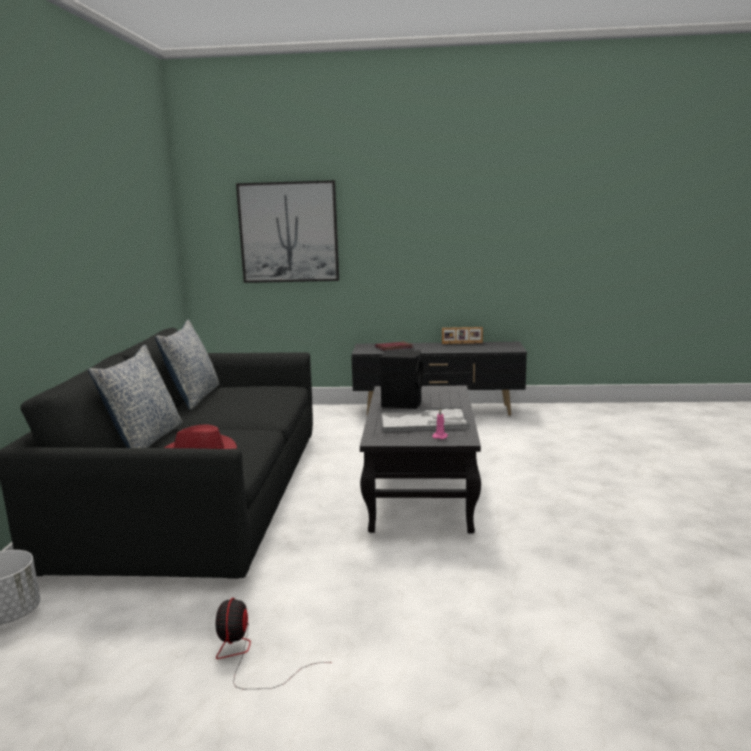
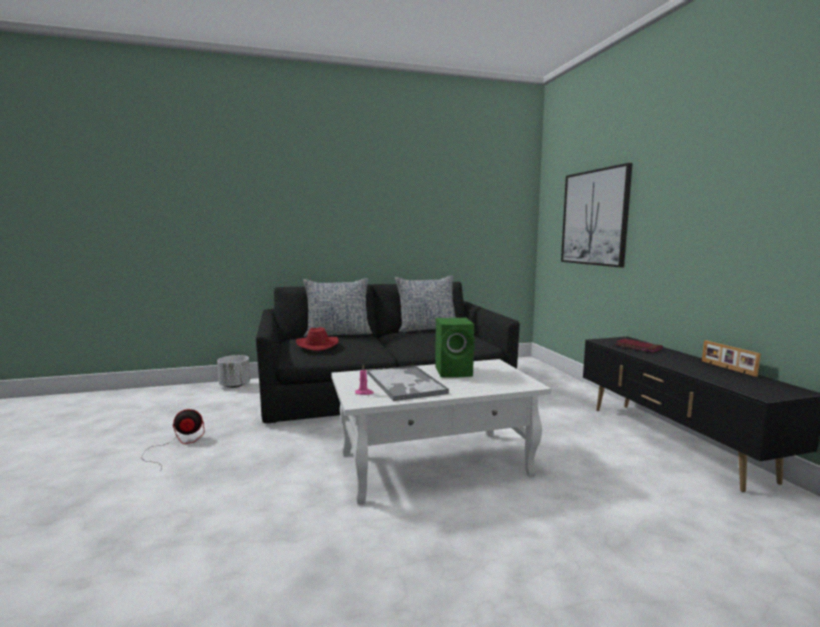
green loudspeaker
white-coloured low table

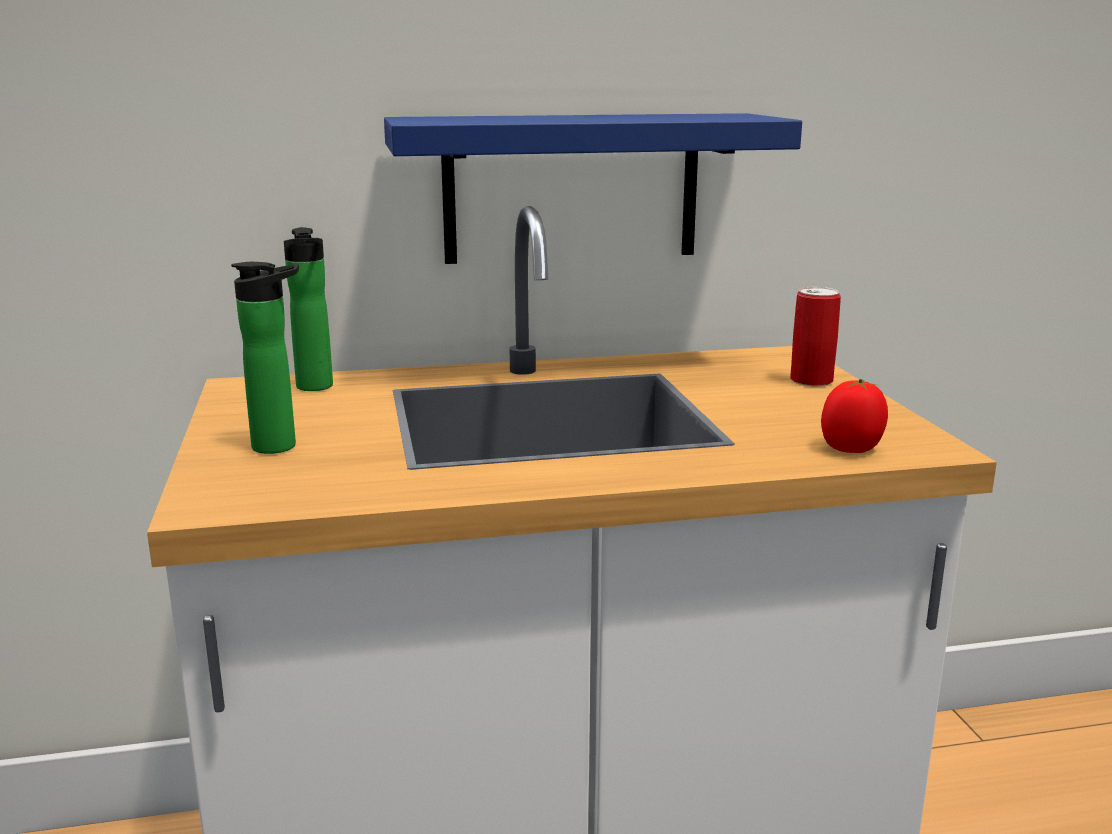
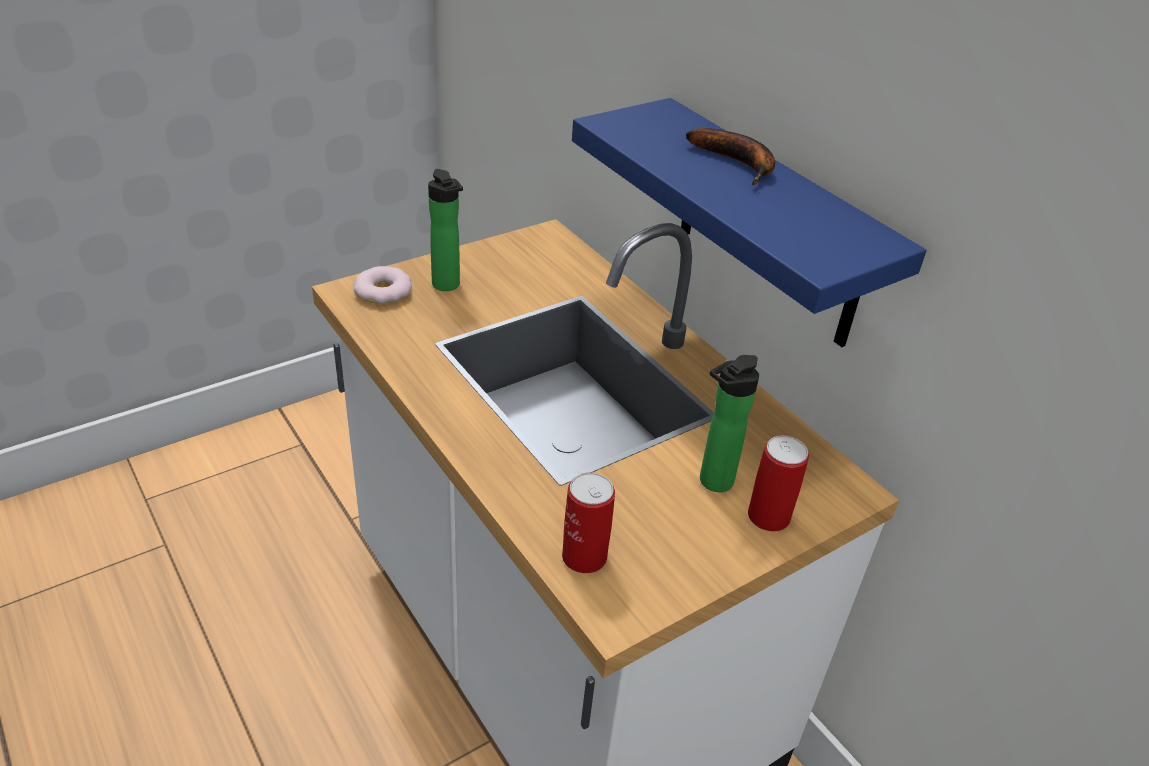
beverage bottle (no. 2 from left)
can (no. 1 from left)
banana
donut

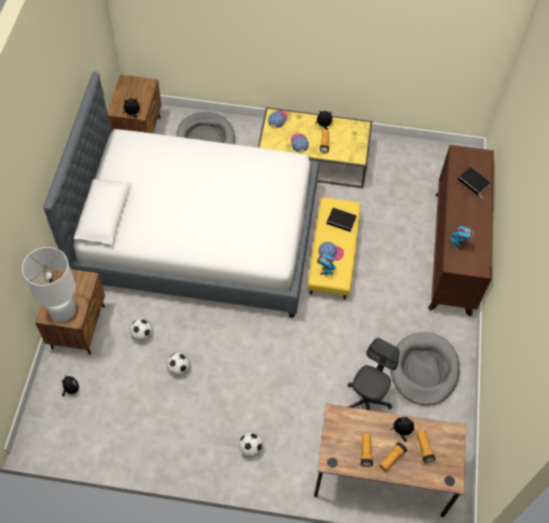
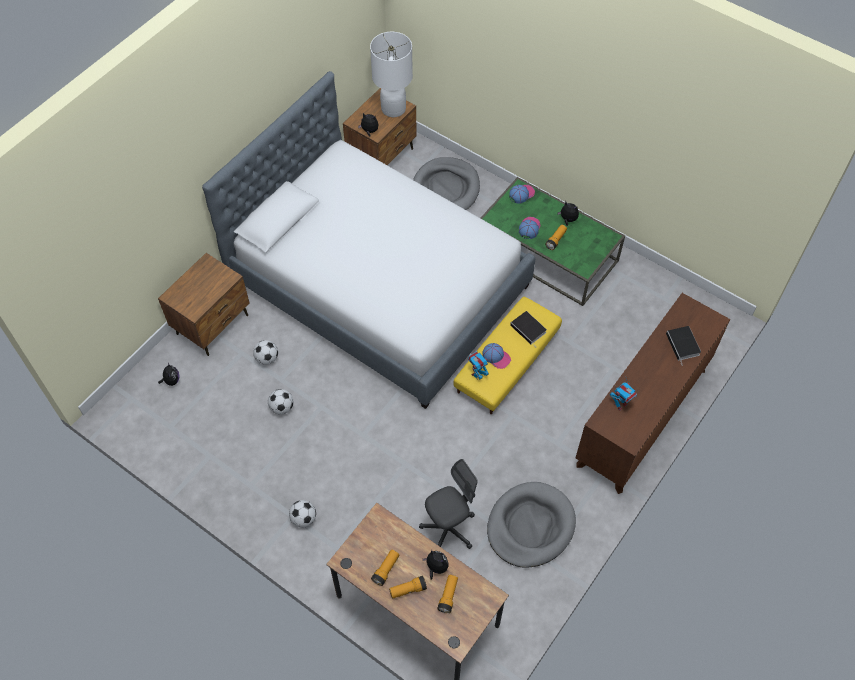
green low table
white-coloured table lamp

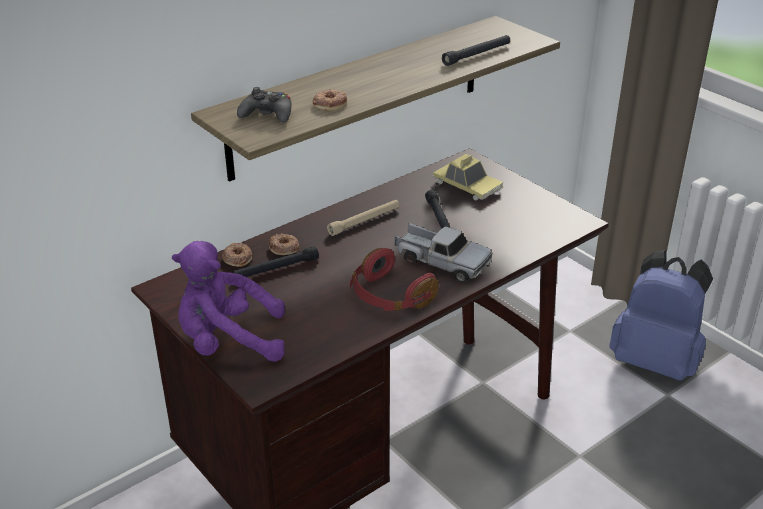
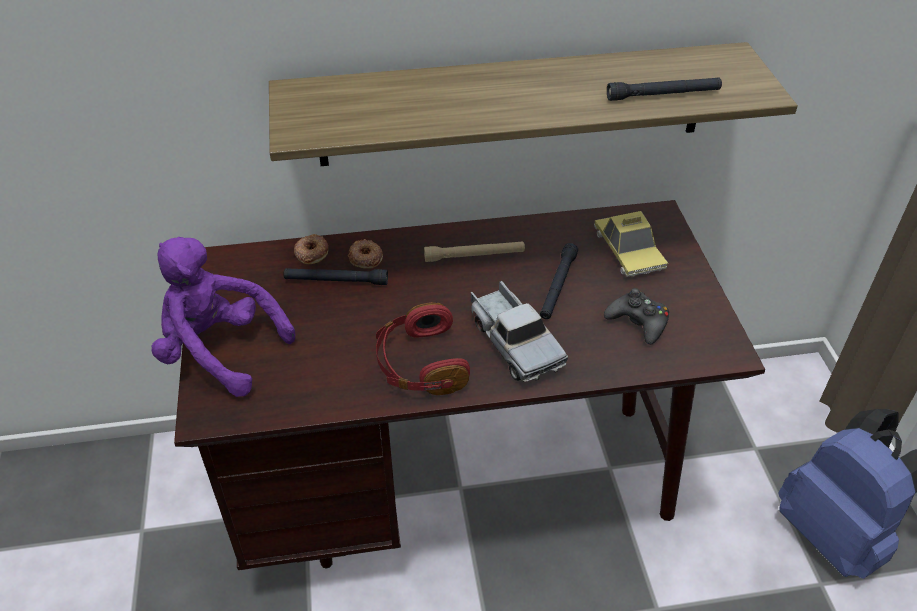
black-coloured game controller
donut (no. 3 from left in the first image)

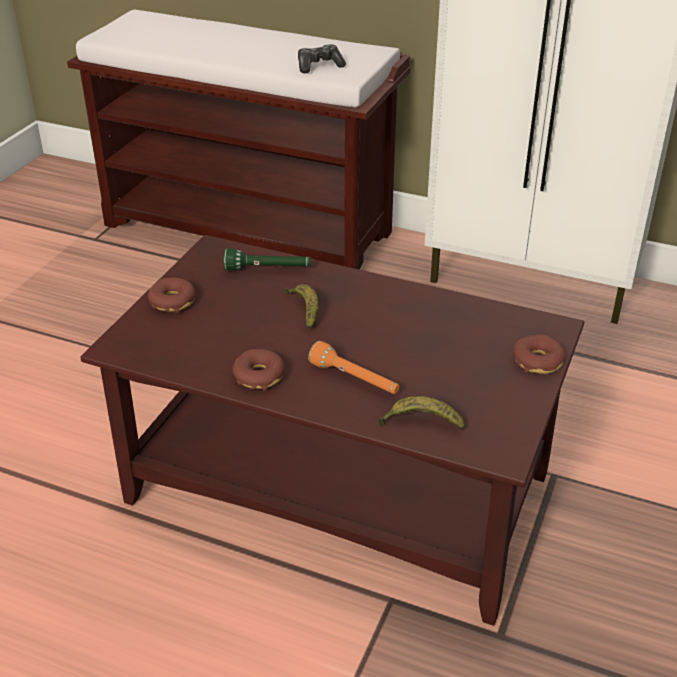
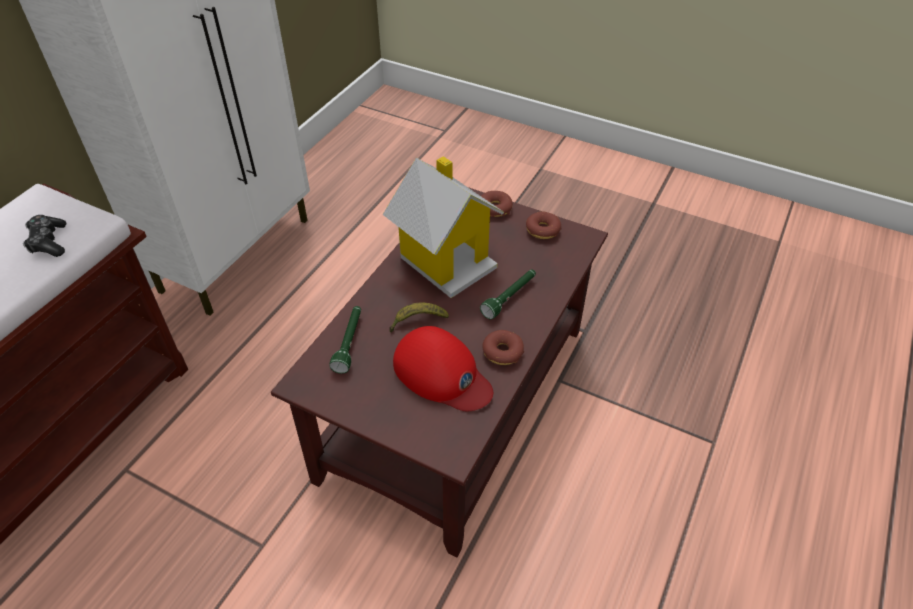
donut (no. 3 from left)
green flashlight (no. 2 from left)
banana (no. 2 from left in the first image)
miniature house
reddish peaked cap

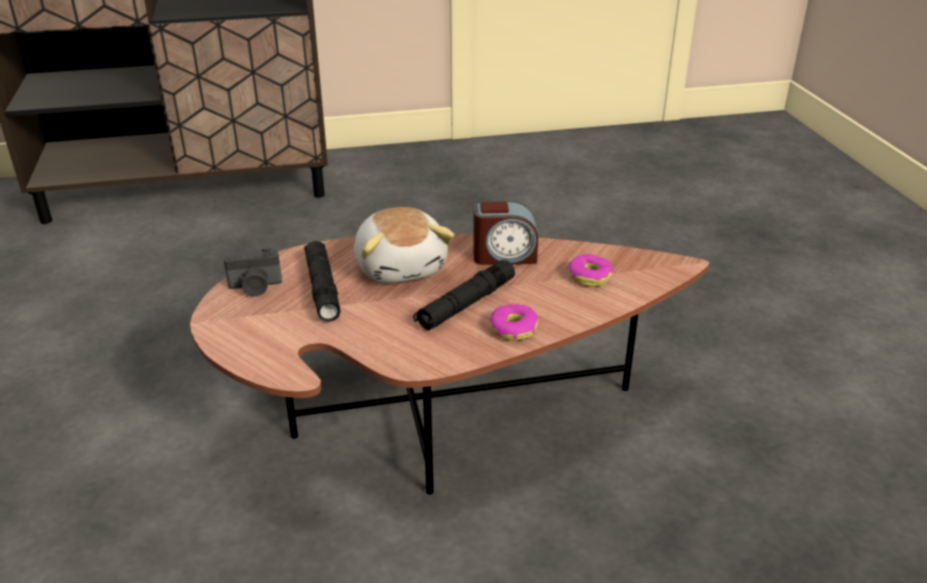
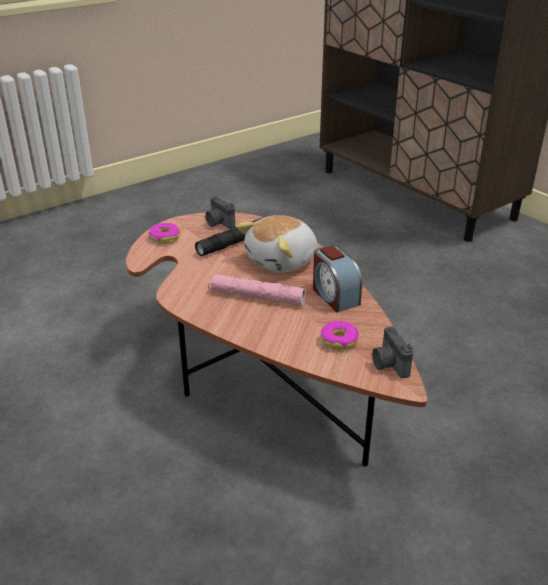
pink flashlight
donut (no. 1 from left)
still camera (no. 2 from left)

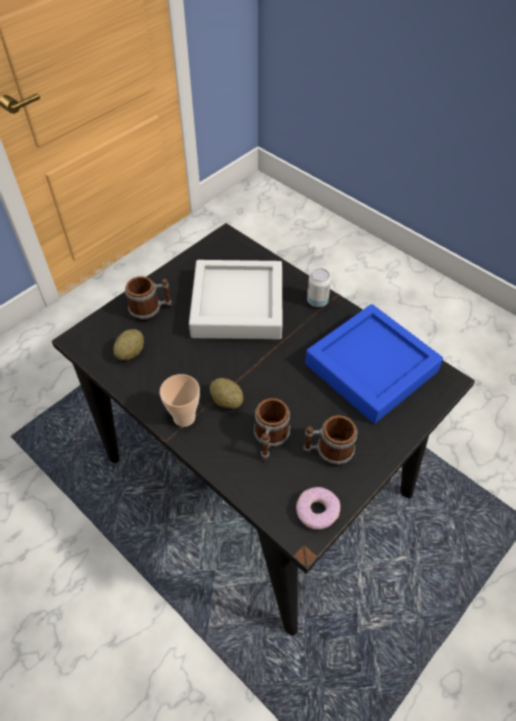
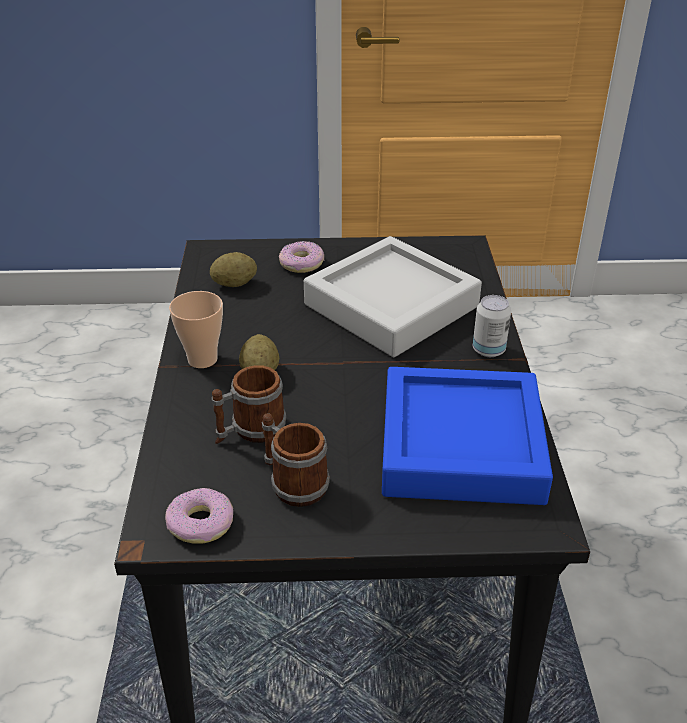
donut (no. 2 from left)

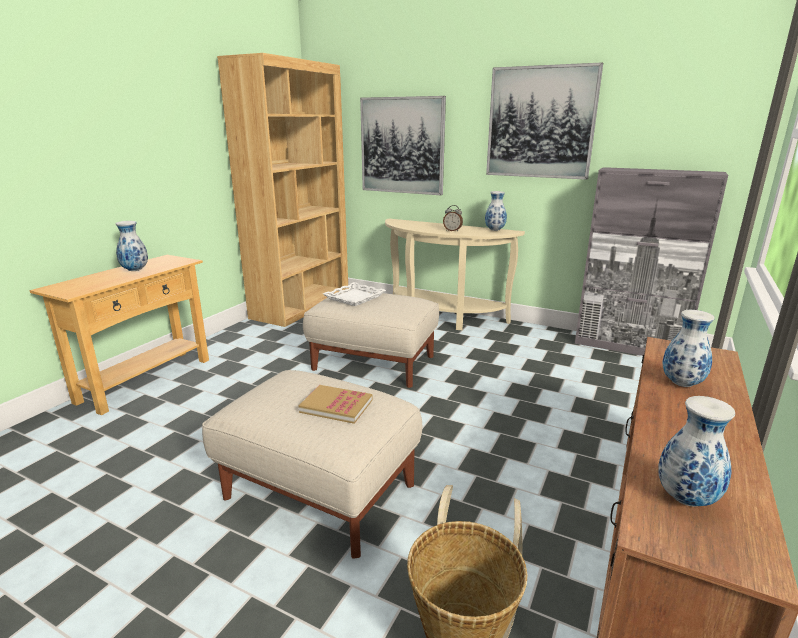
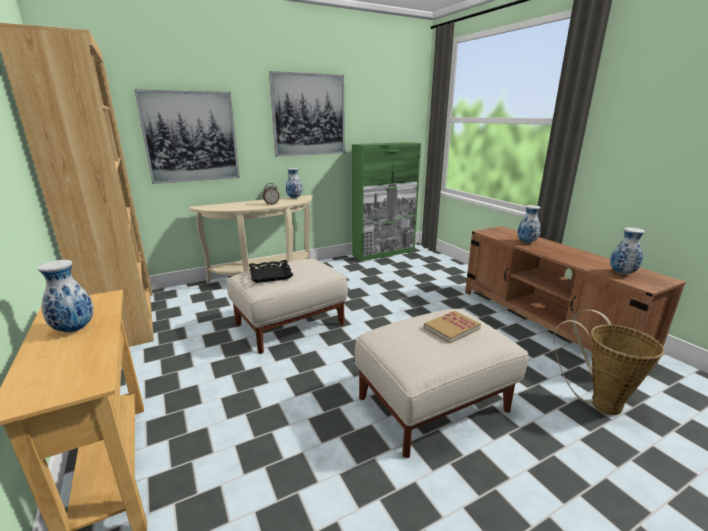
green cupboard
black-coloured serving tray

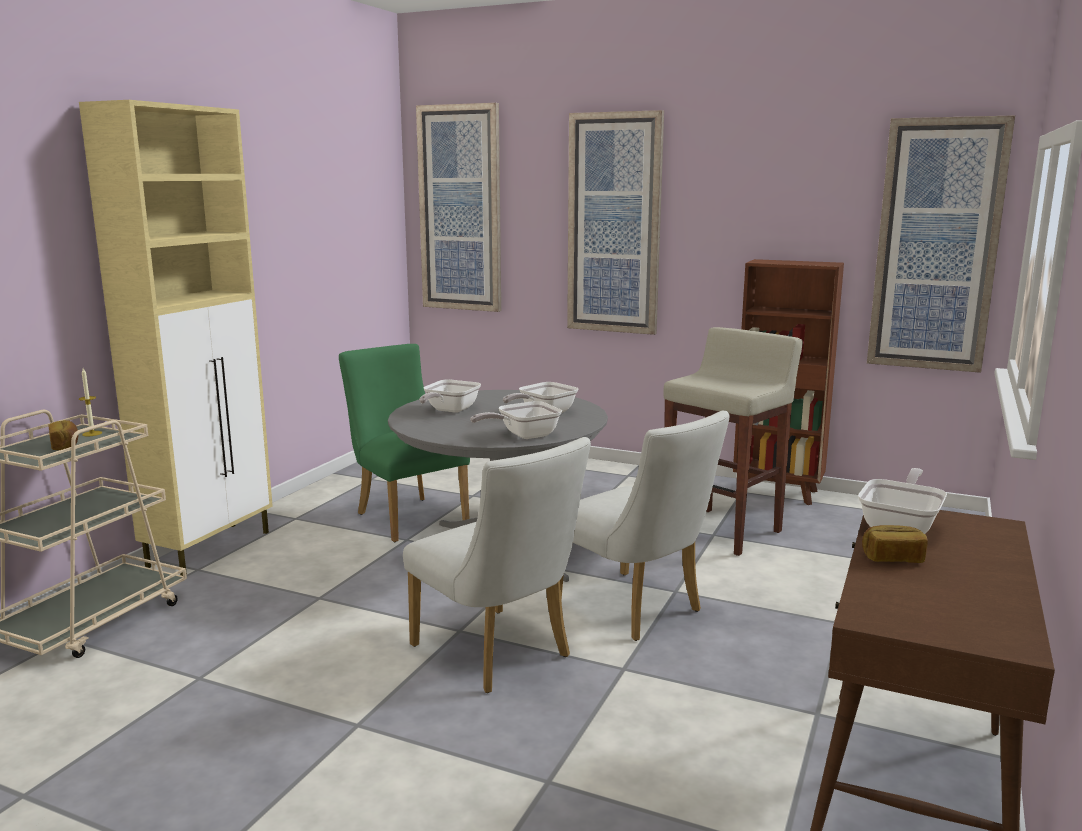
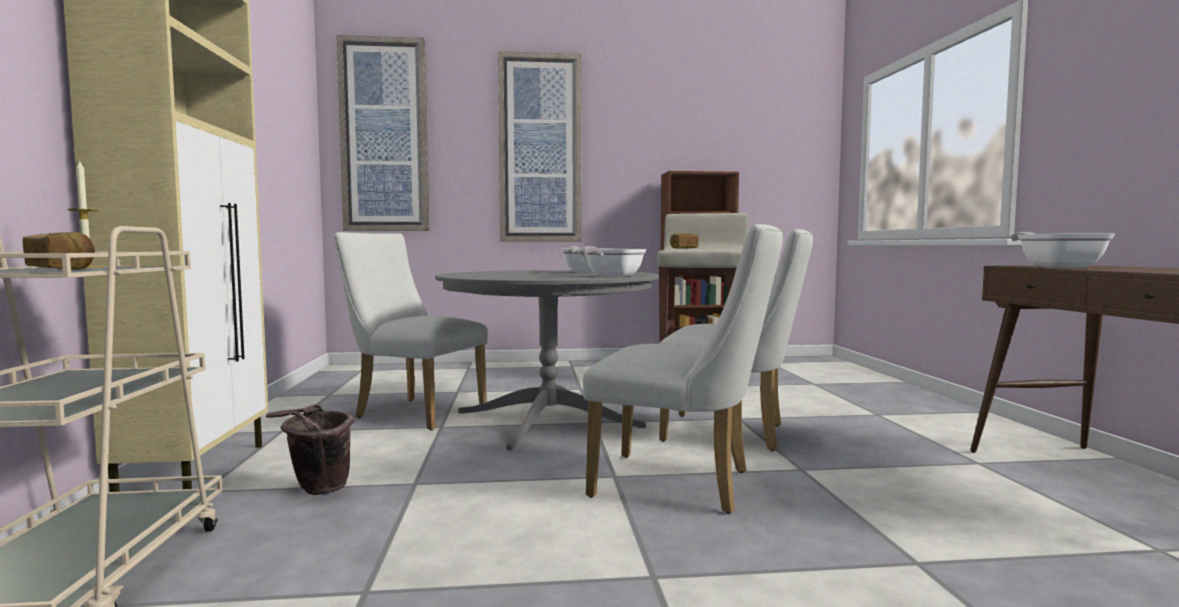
wall art (no. 3 from left in the first image)
white-coloured chair (no. 1 from left)
skillet (no. 1 from left in the first image)
baked bread (no. 2 from left)
brown water bucket

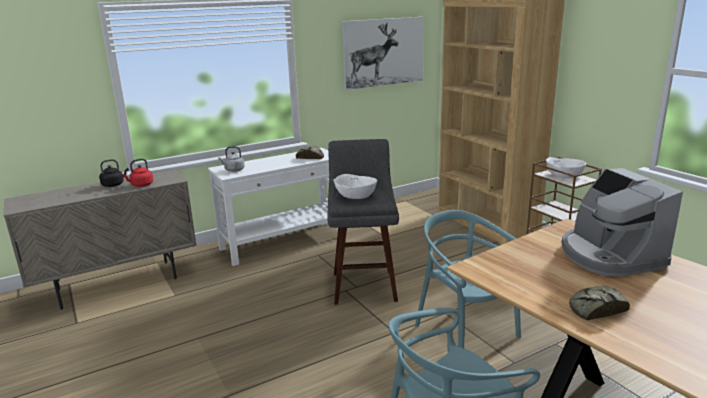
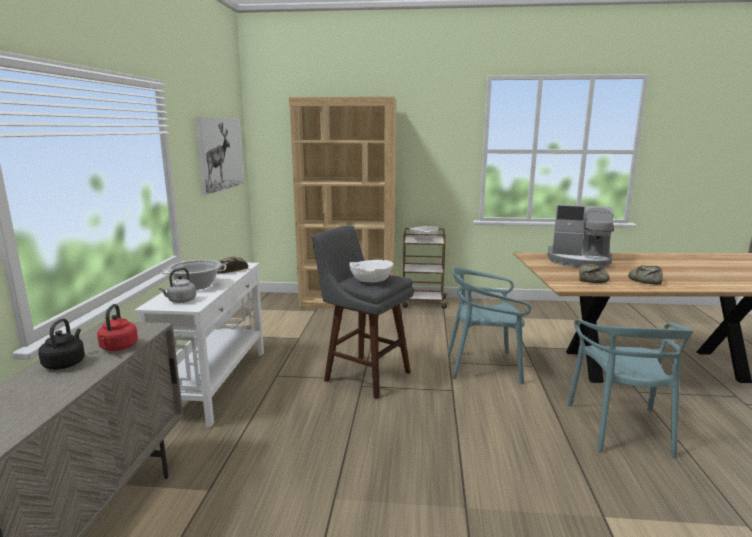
saucepot
baked bread (no. 2 from left)

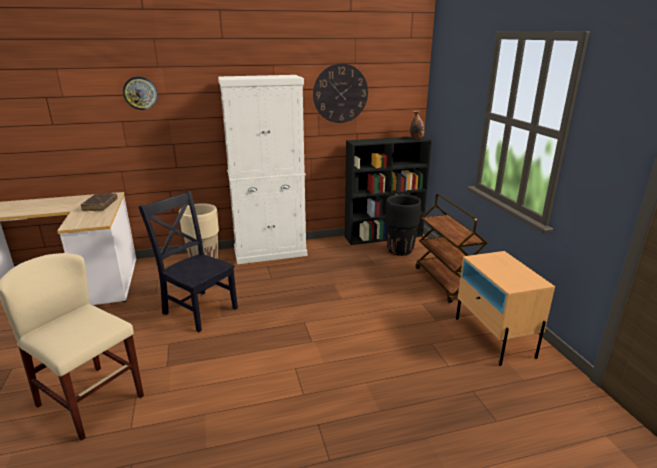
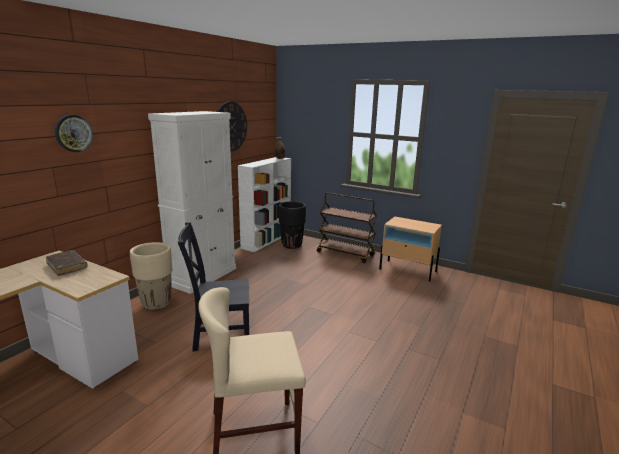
white-coloured shelving unit

